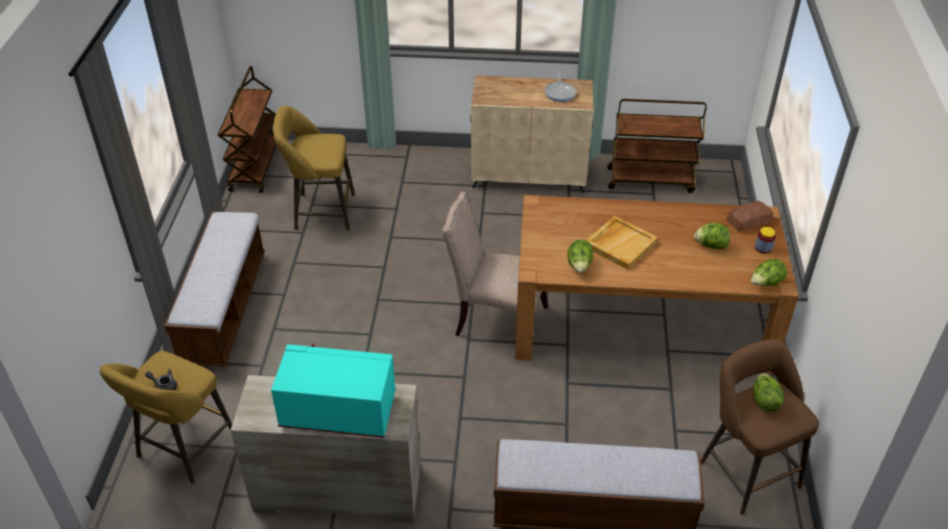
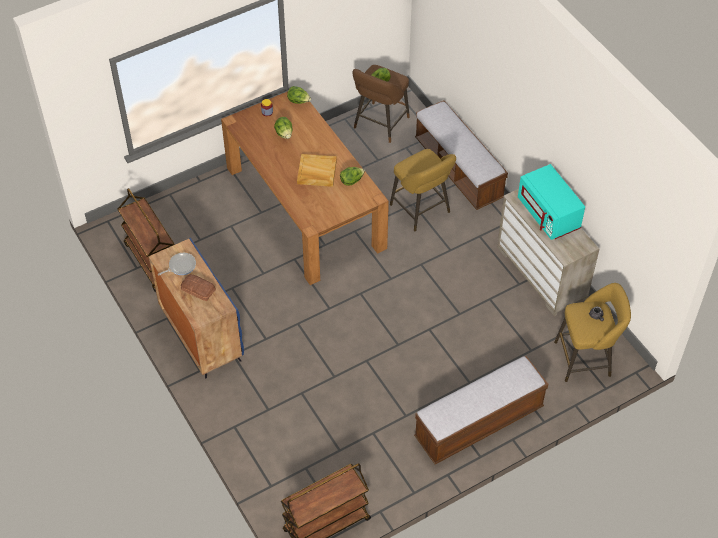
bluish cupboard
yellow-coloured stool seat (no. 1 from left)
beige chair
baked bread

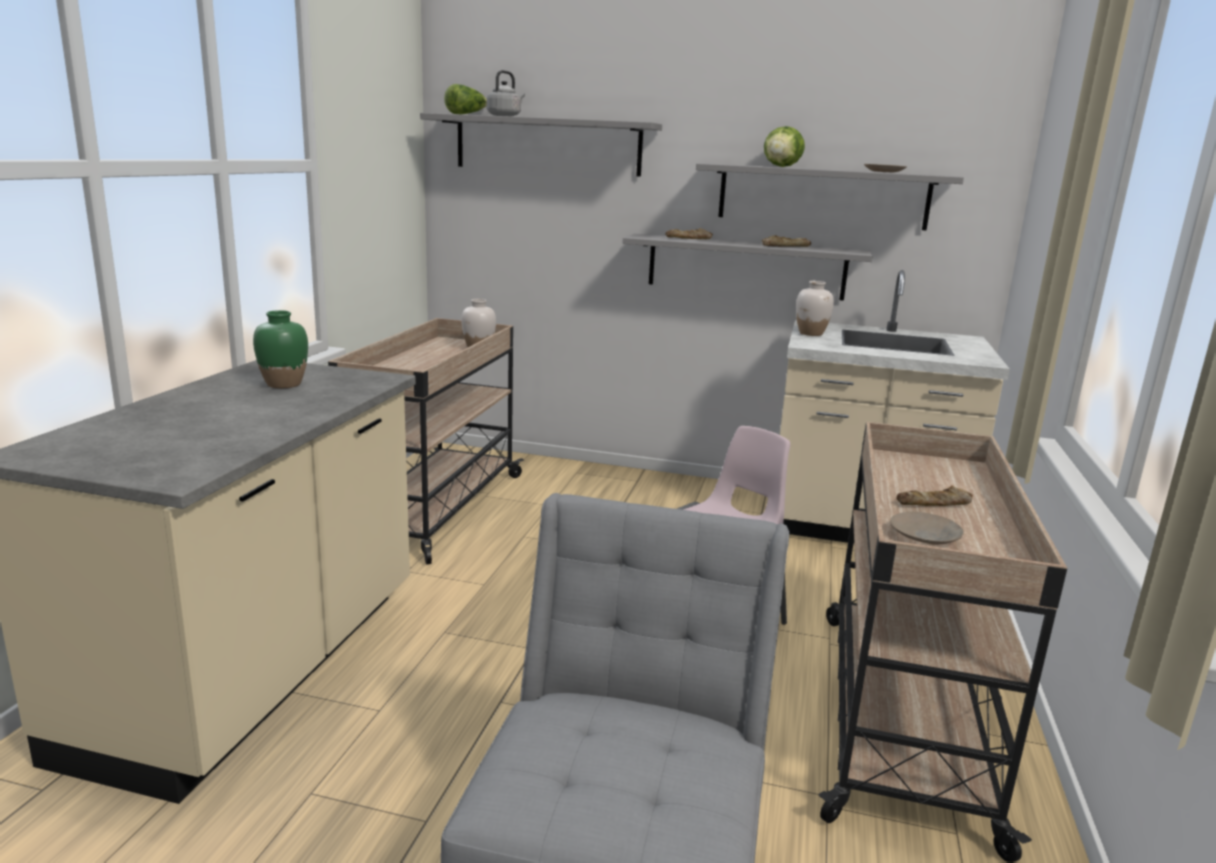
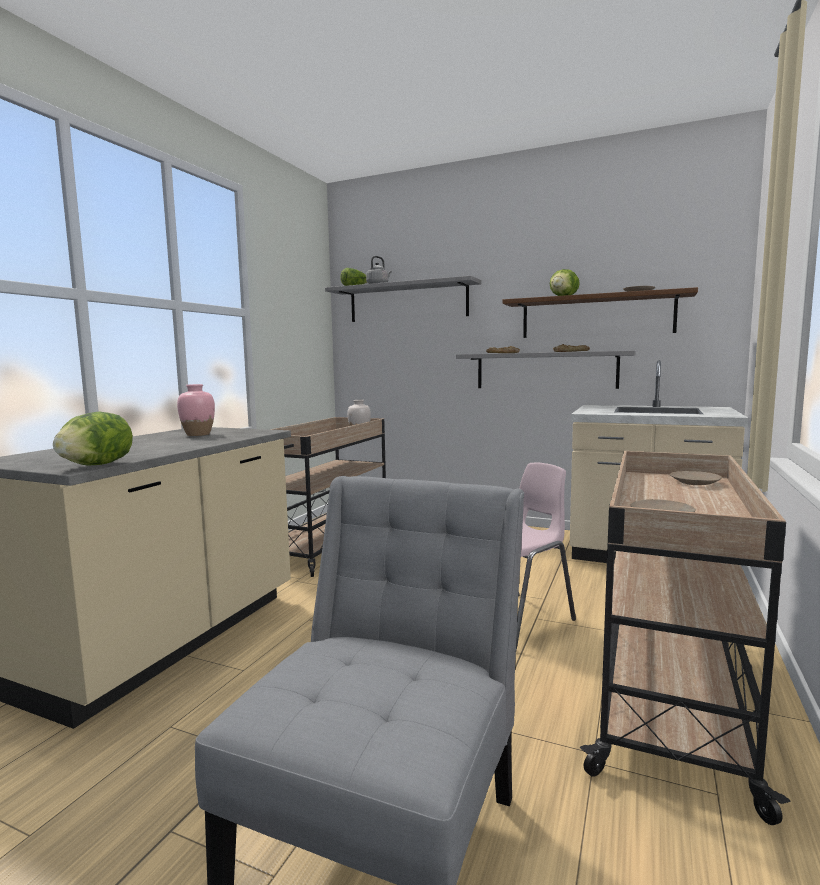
brown wall shelf
white-coloured decorative vase (no. 2 from left in the first image)
pink decorative vase
baked bread (no. 3 from left in the first image)
lettuce (no. 1 from left)
beige flat dish (no. 3 from left)

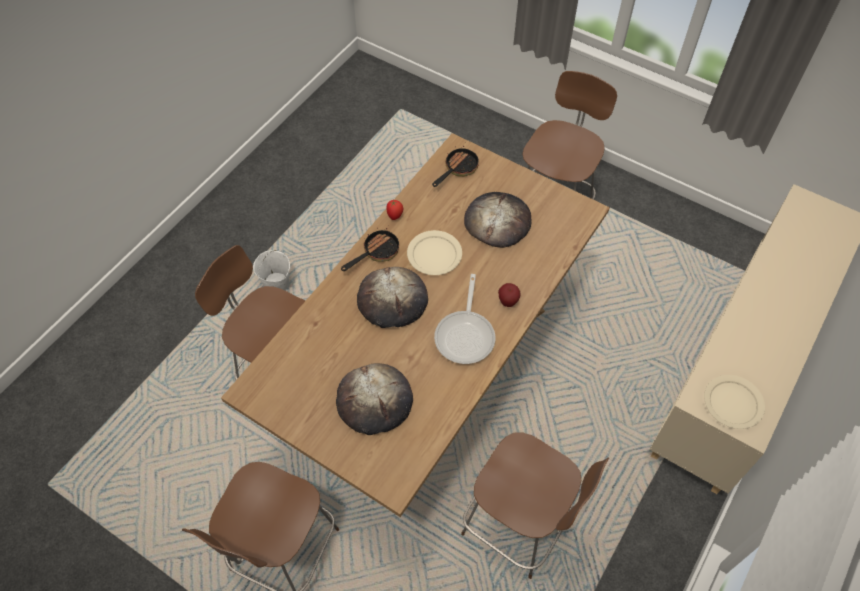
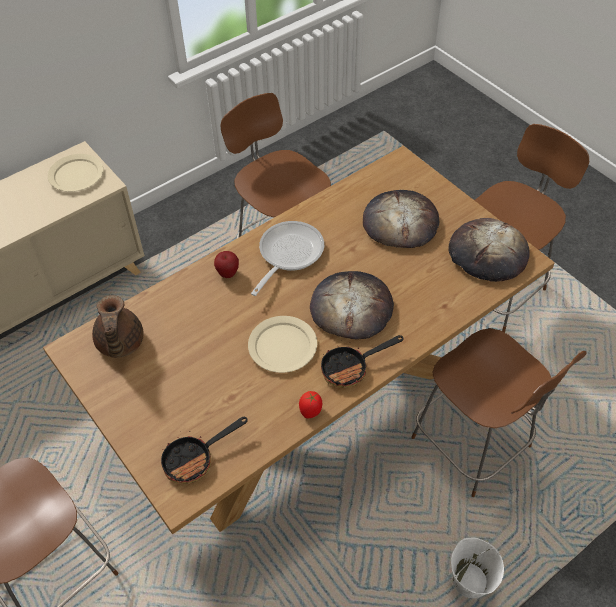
baked bread (no. 3 from left)
brown pot for tea

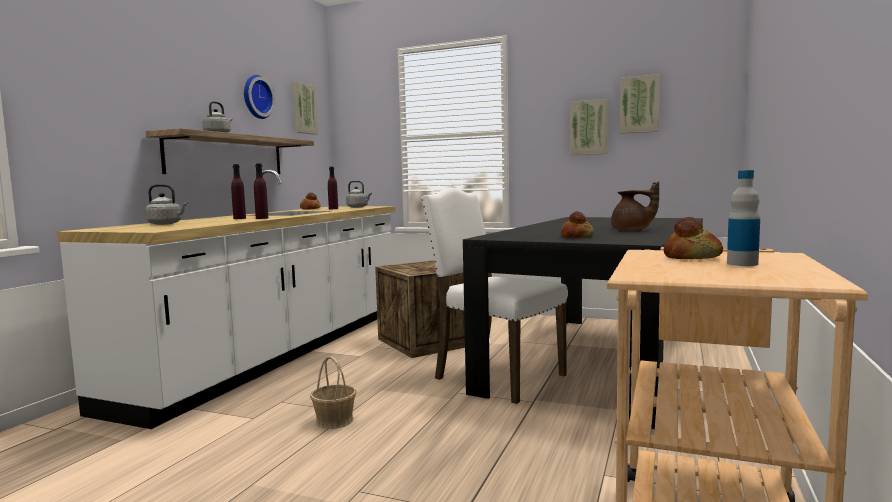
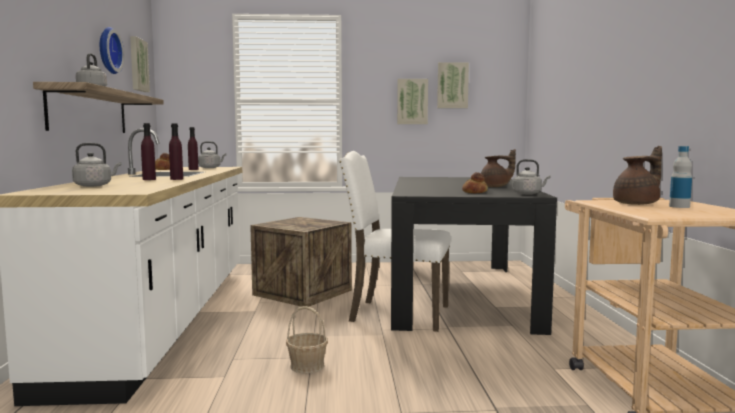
brown pot for tea (no. 2 from left)
greyish water kettle (no. 4 from left)

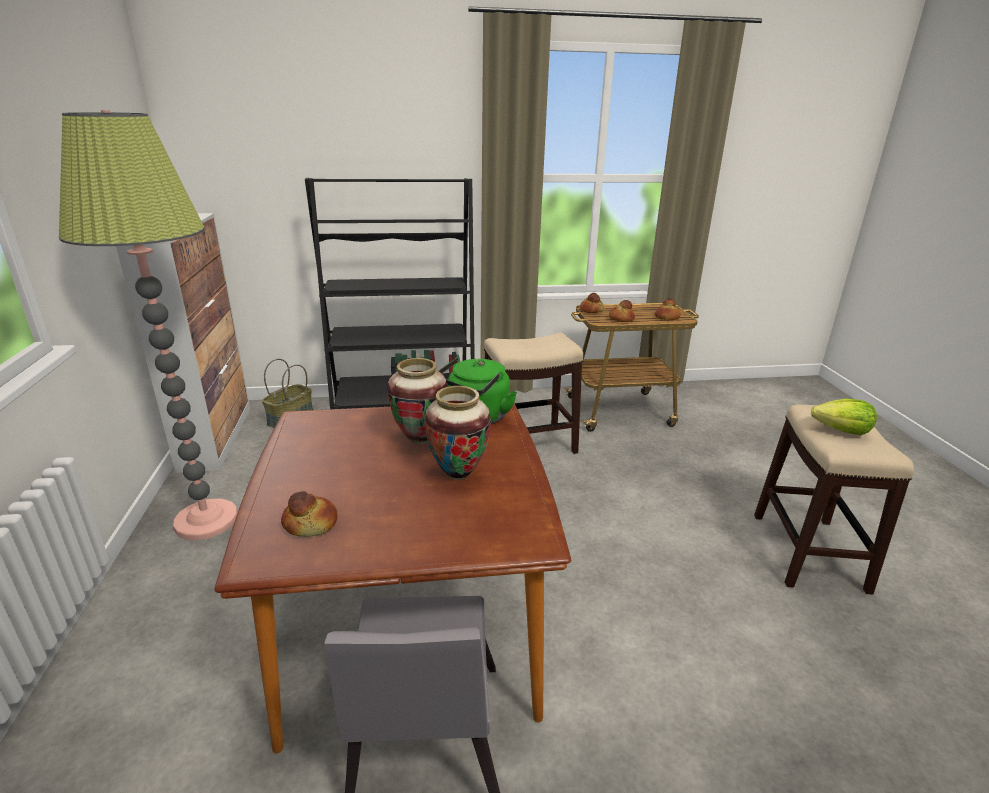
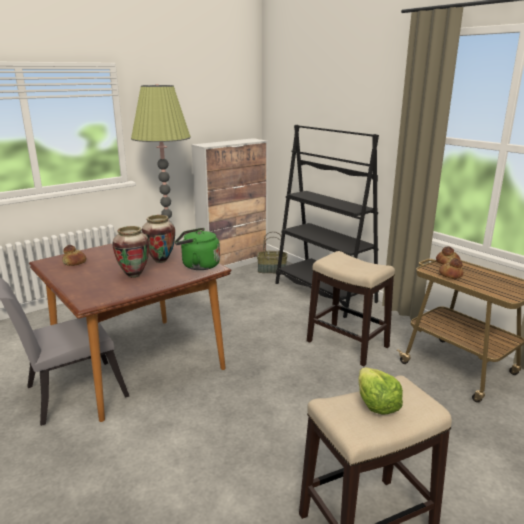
baked bread (no. 4 from left in the first image)

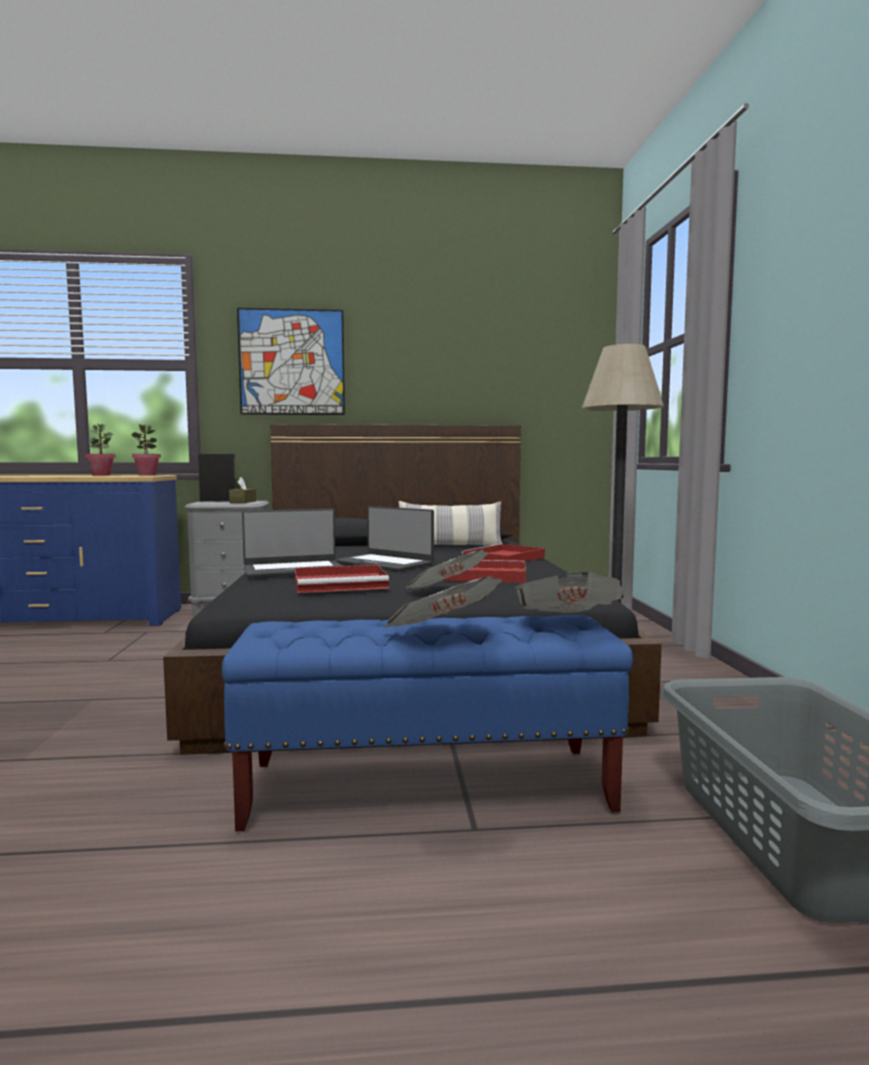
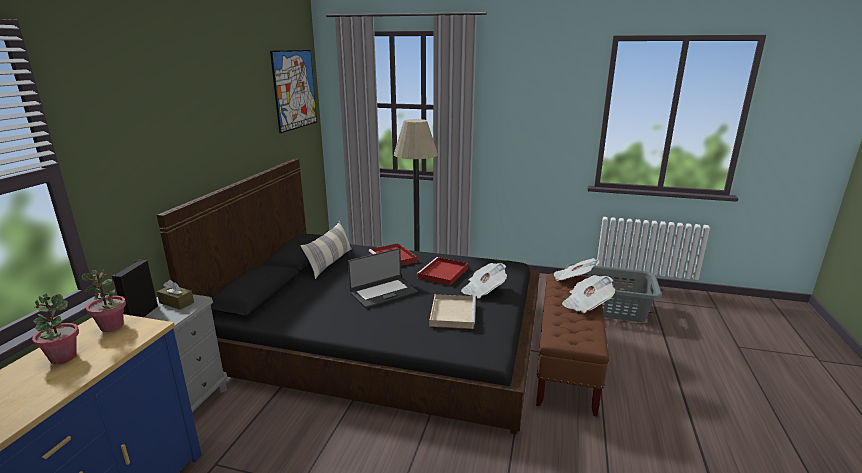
wall art
portable computer (no. 1 from left in the first image)
beige serving tray
brown long seat

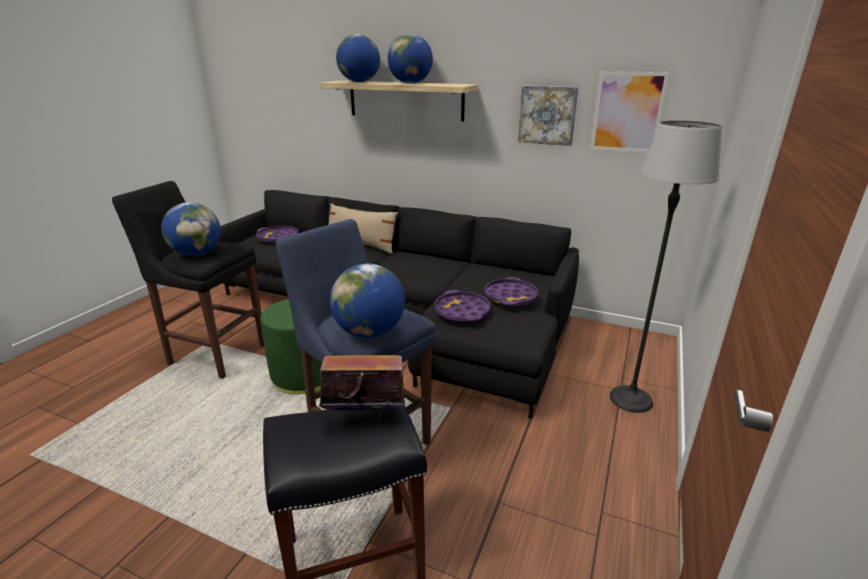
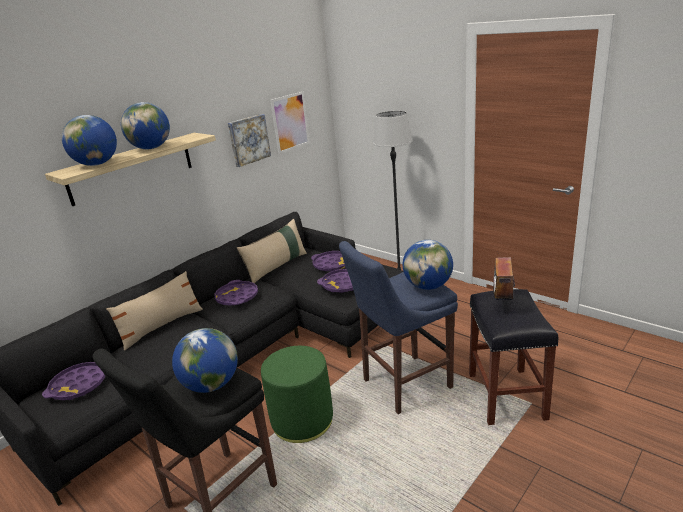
beige pillow (no. 2 from left)
purple-coloured serving tray (no. 2 from left)

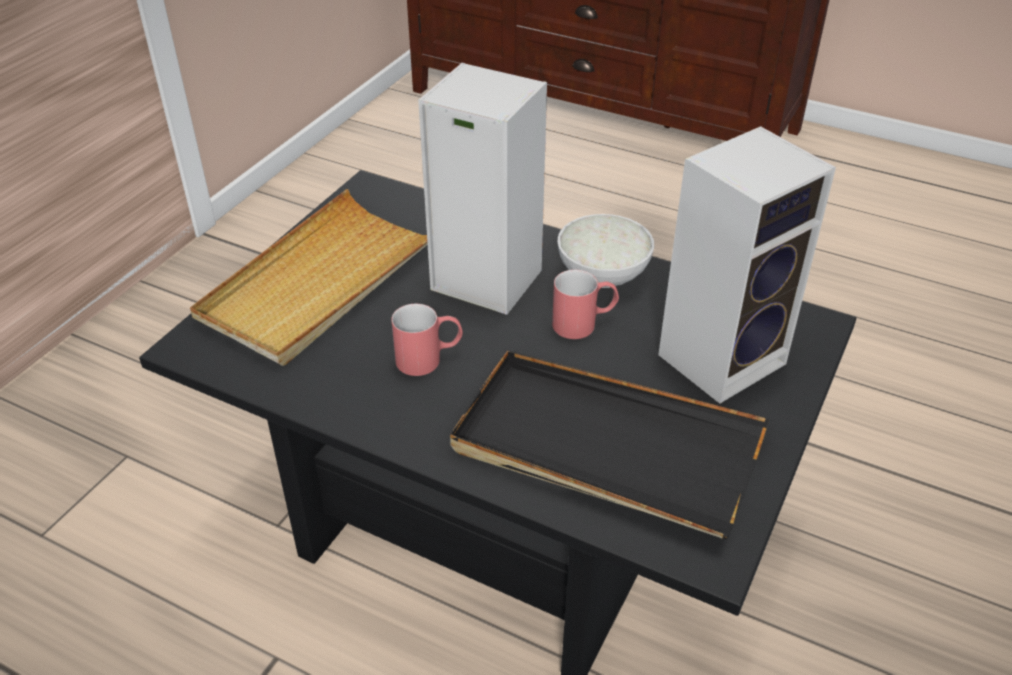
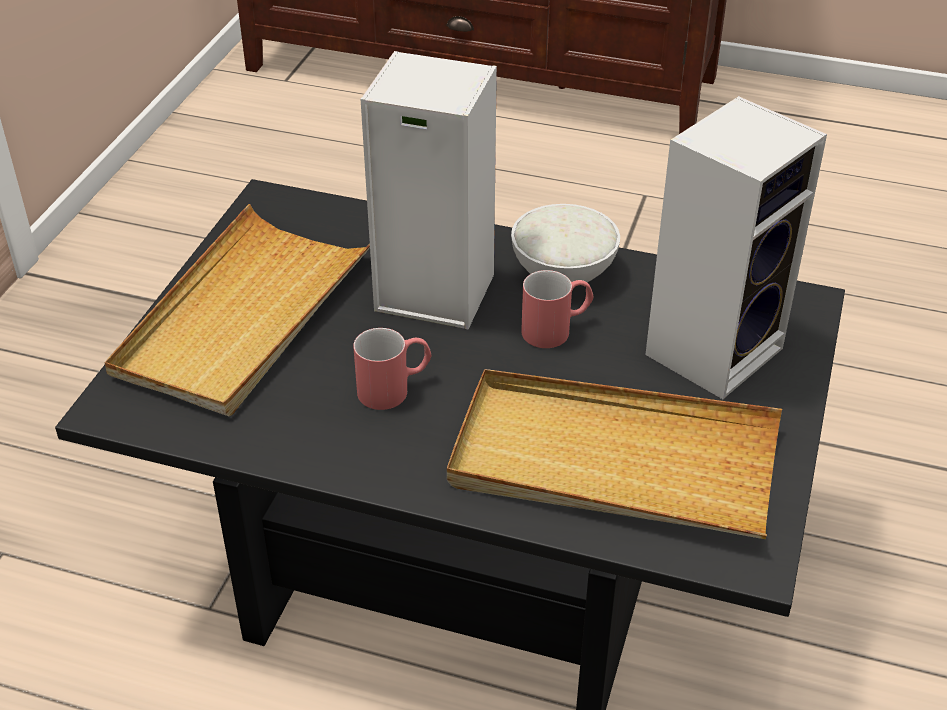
beige serving tray (no. 2 from left)

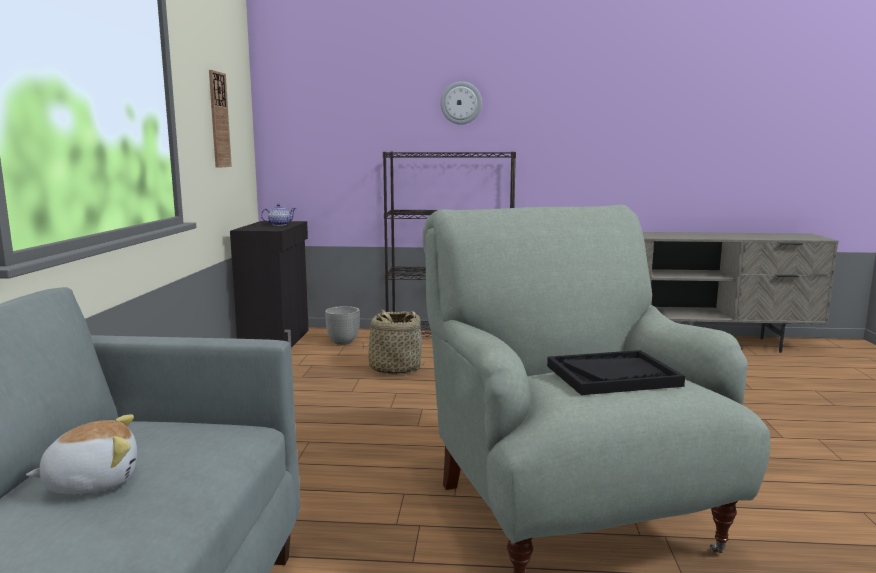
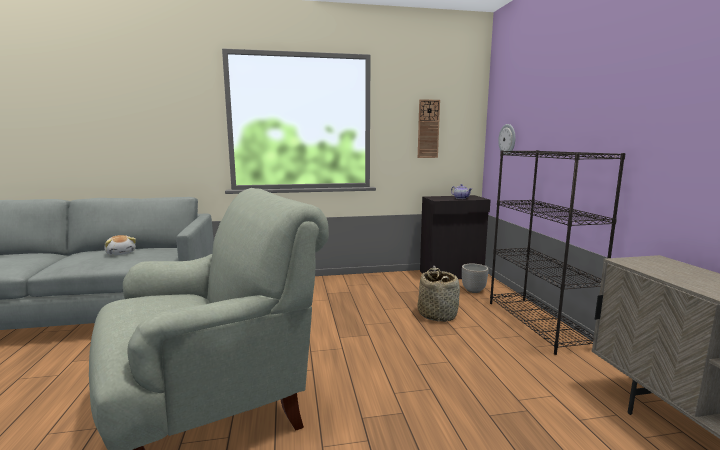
hanging clock (no. 2 from left)
black-coloured serving tray

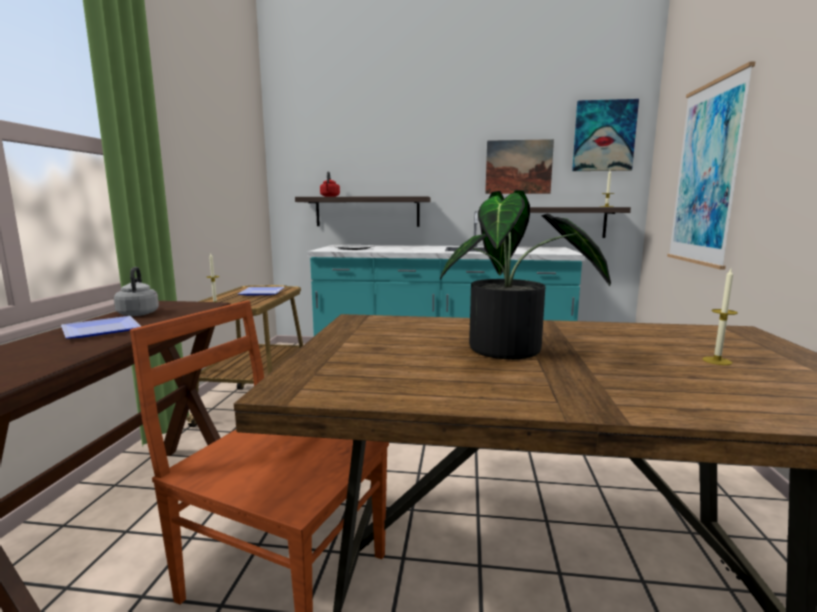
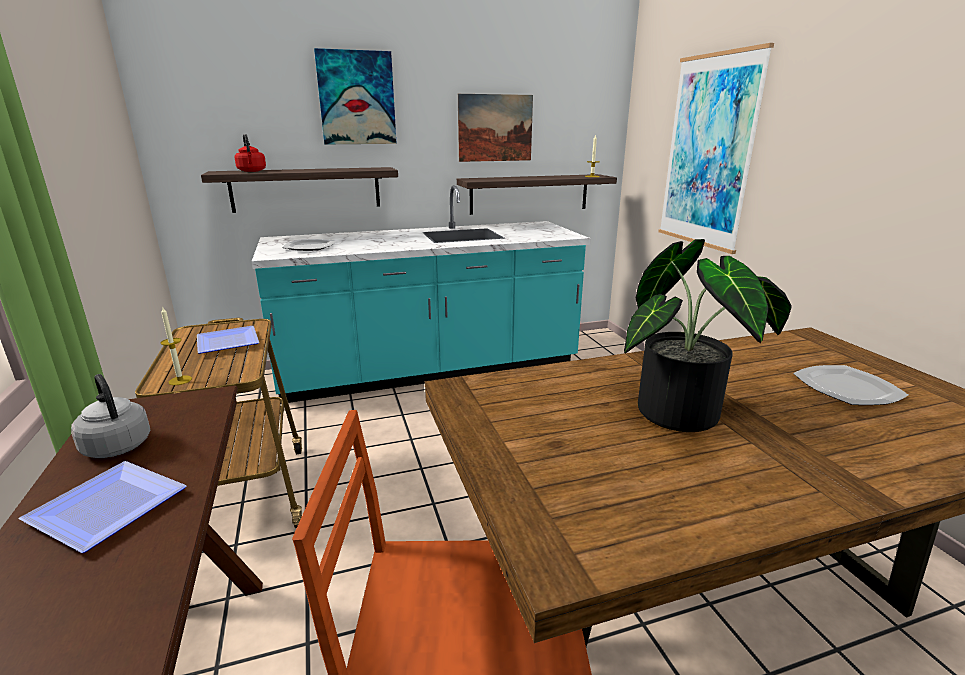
wall art (no. 1 from left)
flat dish (no. 4 from left)

